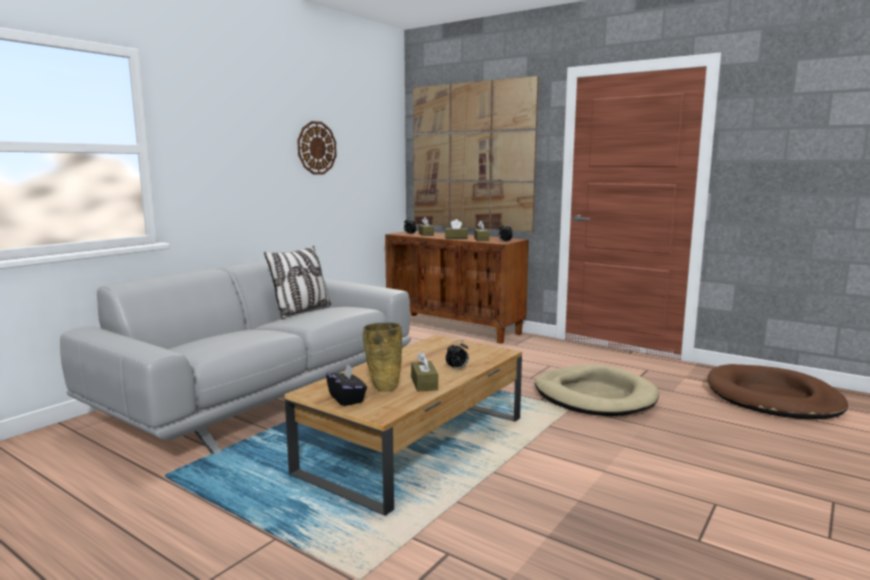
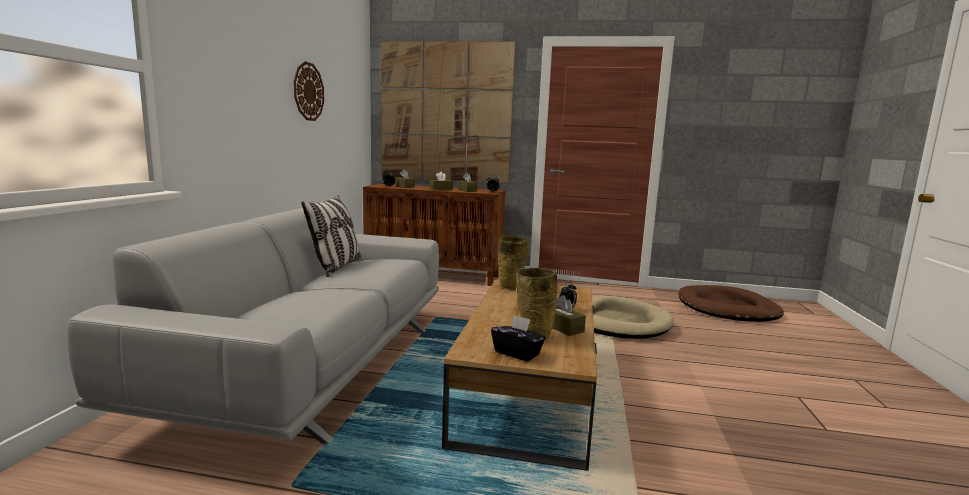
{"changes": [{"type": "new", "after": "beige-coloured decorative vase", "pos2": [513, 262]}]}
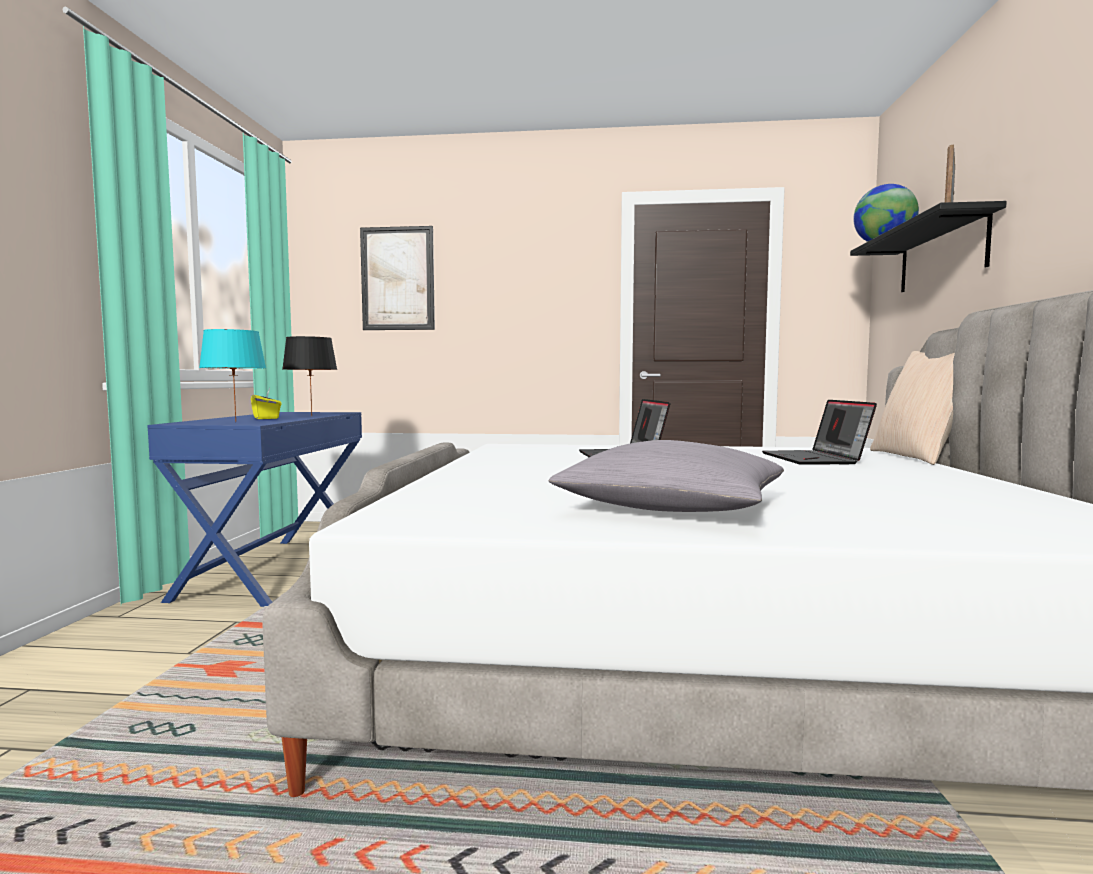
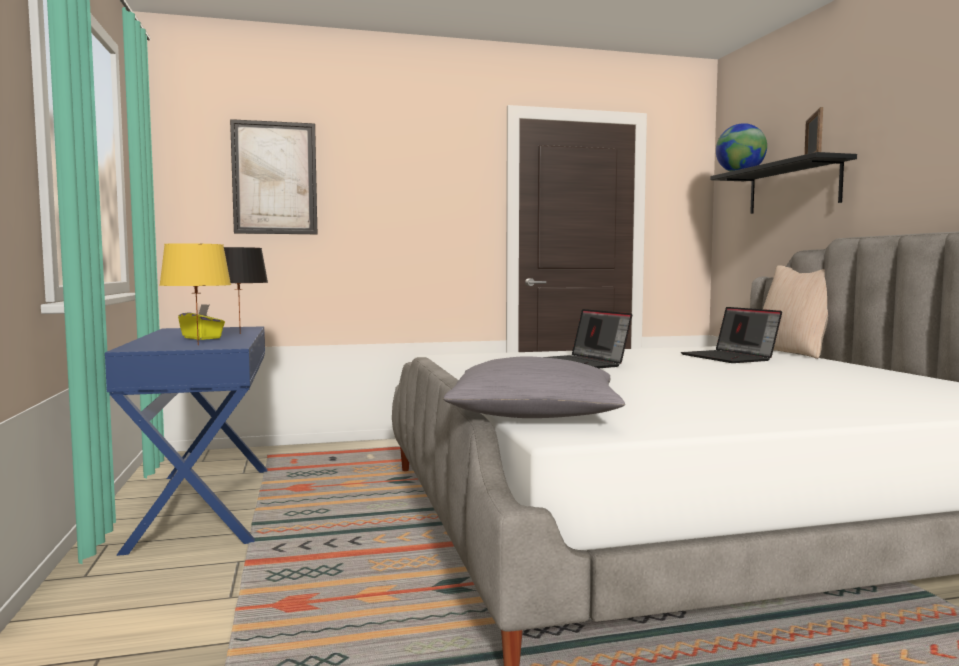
{"changes": [{"type": "repainted", "before": "blue-green tabletop lamp", "after": "yellow tabletop lamp", "pos1": [232, 376], "pos2": [195, 294]}, {"type": "shifted", "before": "grey cushion", "pos1": [666, 476], "pos2": [534, 387]}]}
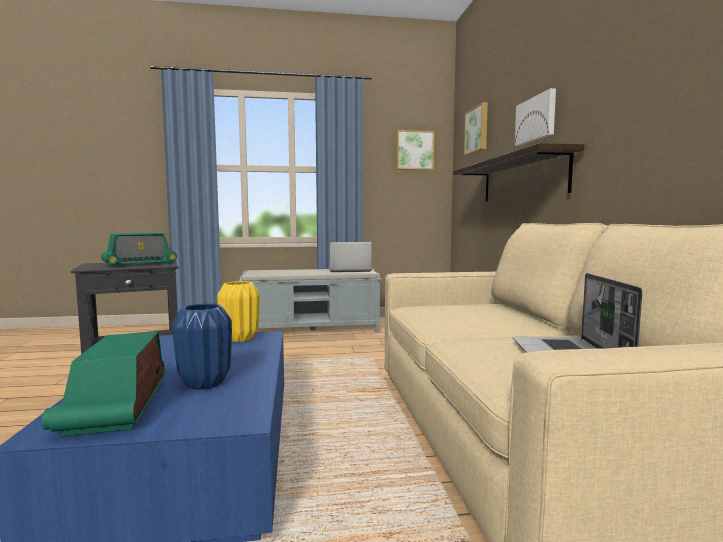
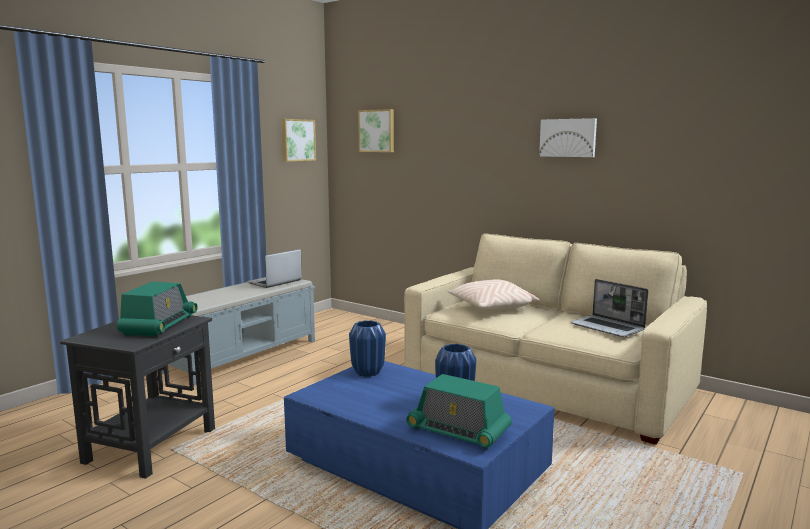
{"changes": [{"type": "repainted", "before": "yellow decorative vase", "after": "blue-coloured decorative vase", "pos1": [238, 311], "pos2": [367, 348]}, {"type": "new", "after": "beige-coloured cushion", "pos2": [493, 294]}, {"type": "shifted", "before": "wall picture", "pos1": [535, 117], "pos2": [568, 137]}, {"type": "gone", "before": "bracket shelf", "pos1": [518, 172]}]}
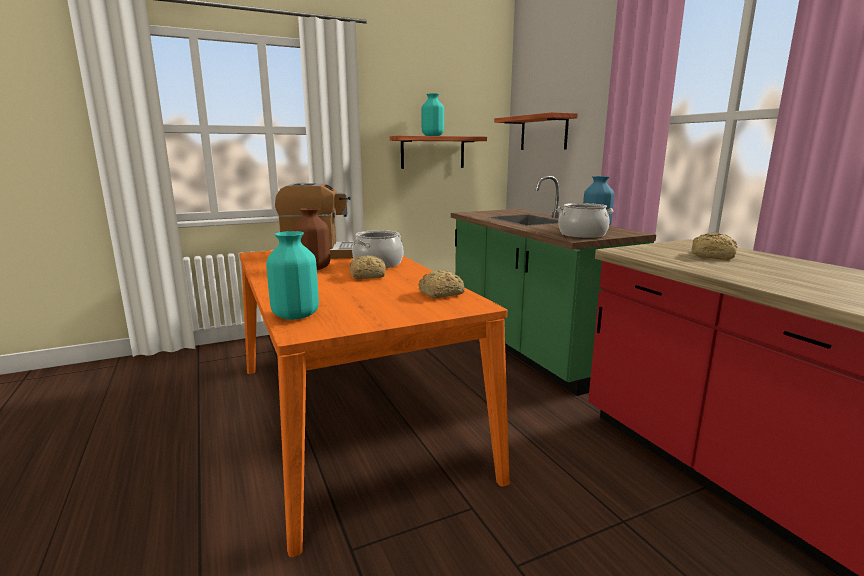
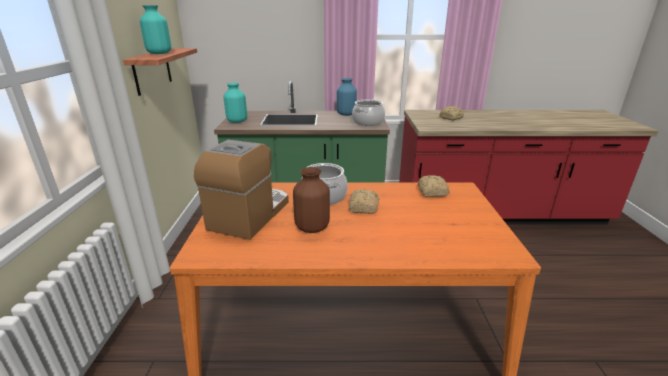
{"changes": [{"type": "shifted", "before": "blue-green decorative vase", "pos1": [292, 275], "pos2": [235, 103]}, {"type": "gone", "before": "bracket shelf", "pos1": [536, 131]}]}
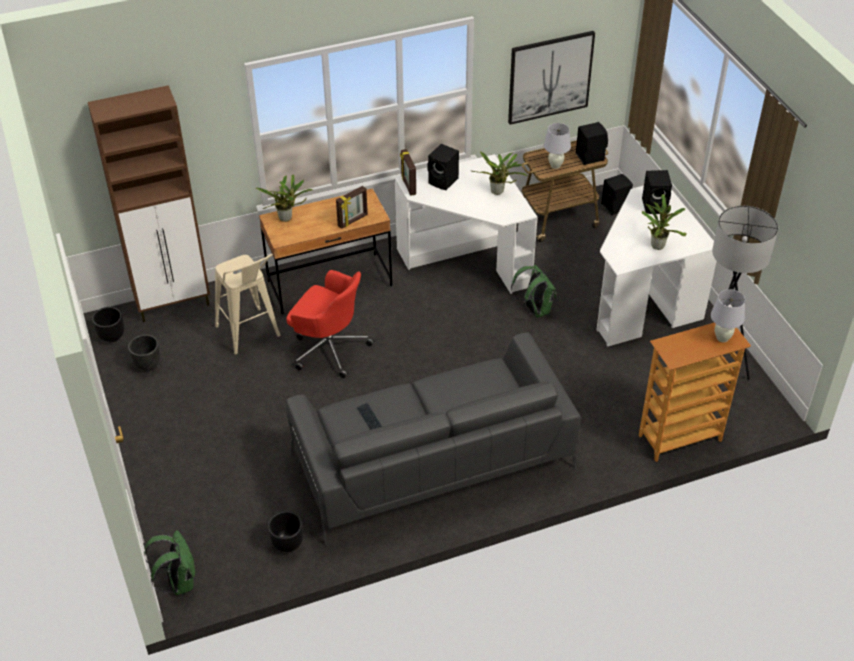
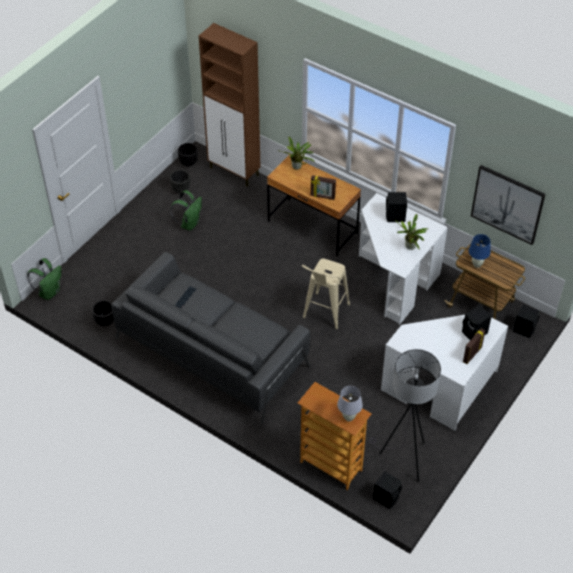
{"changes": [{"type": "shifted", "before": "greenish knapsack", "pos1": [534, 291], "pos2": [186, 210]}, {"type": "shifted", "before": "beige-coloured stool seat", "pos1": [247, 304], "pos2": [326, 293]}, {"type": "shifted", "before": "black audio speaker", "pos1": [592, 143], "pos2": [387, 490]}, {"type": "shifted", "before": "photo frame", "pos1": [408, 172], "pos2": [474, 346]}, {"type": "repainted", "before": "white tabletop lamp", "after": "blue-coloured tabletop lamp", "pos1": [557, 146], "pos2": [480, 251]}, {"type": "gone", "before": "red desk chair", "pos1": [330, 324]}, {"type": "gone", "before": "potted plant", "pos1": [664, 222]}]}
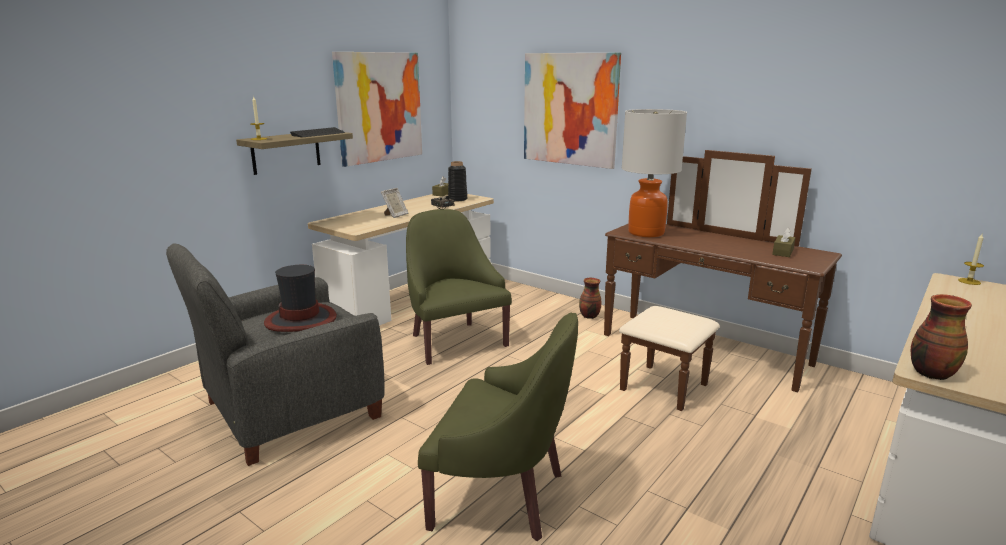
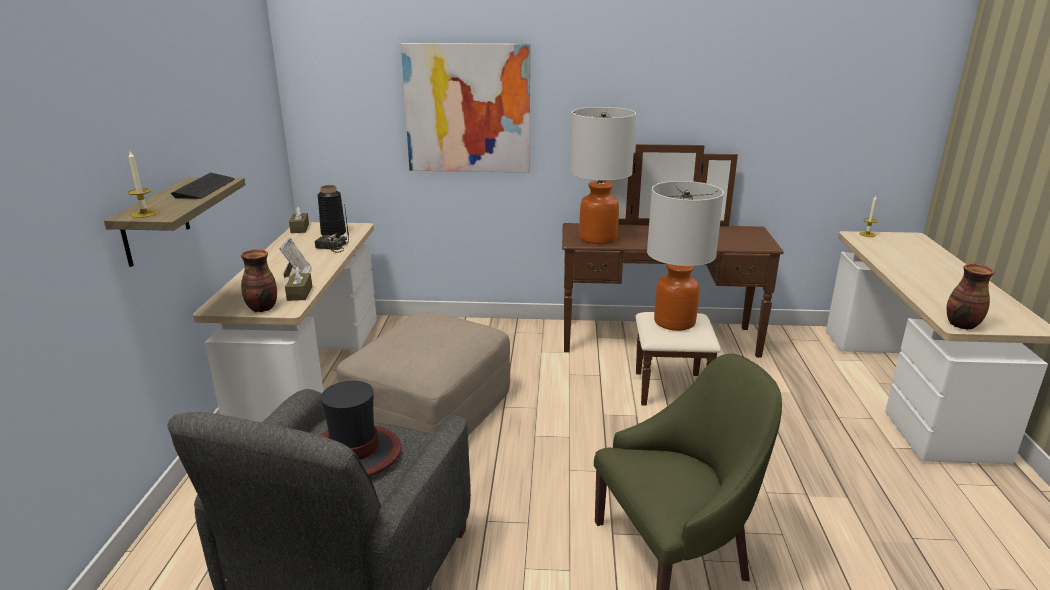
{"changes": [{"type": "shifted", "before": "decorative vase", "pos1": [590, 298], "pos2": [259, 281]}, {"type": "shifted", "before": "brown tissue box", "pos1": [783, 242], "pos2": [298, 283]}, {"type": "swapped", "before": "greenish lounge chair", "after": "beige-coloured pouffe", "pos1": [459, 287], "pos2": [423, 373]}, {"type": "new", "after": "tabletop lamp", "pos2": [685, 256]}, {"type": "gone", "before": "wall picture", "pos1": [377, 109]}]}
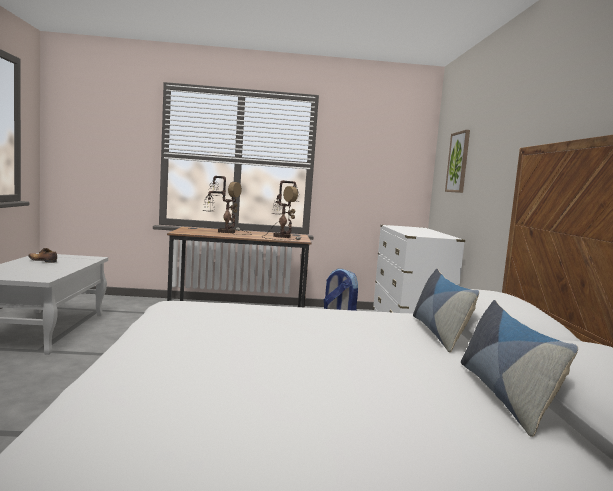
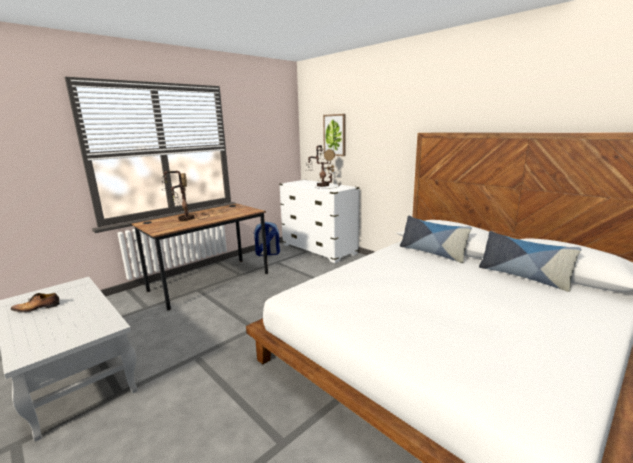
{"changes": [{"type": "shifted", "before": "tabletop lamp", "pos1": [282, 210], "pos2": [323, 167]}]}
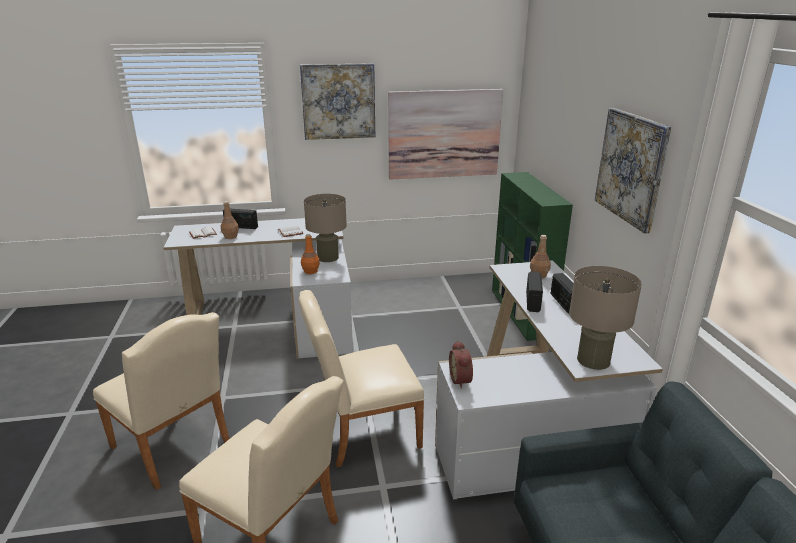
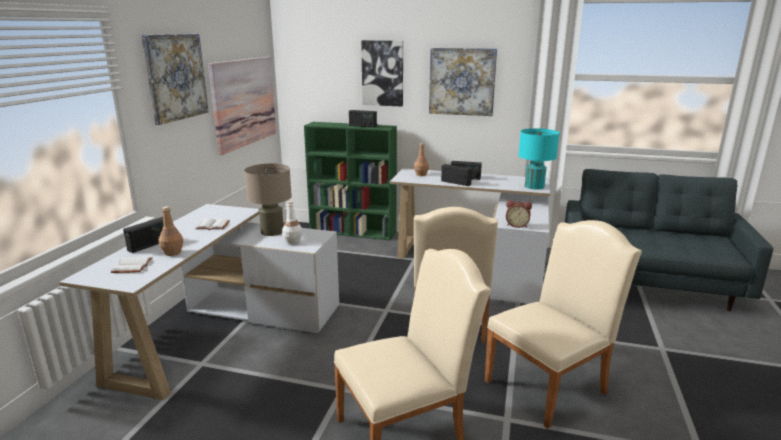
{"changes": [{"type": "repainted", "before": "orange beverage bottle", "after": "white beverage bottle", "pos1": [310, 254], "pos2": [292, 223]}, {"type": "new", "after": "radio set", "pos2": [363, 119]}, {"type": "new", "after": "wall picture", "pos2": [382, 73]}, {"type": "repainted", "before": "beige-coloured tabletop lamp", "after": "blue-green tabletop lamp", "pos1": [605, 318], "pos2": [539, 159]}]}
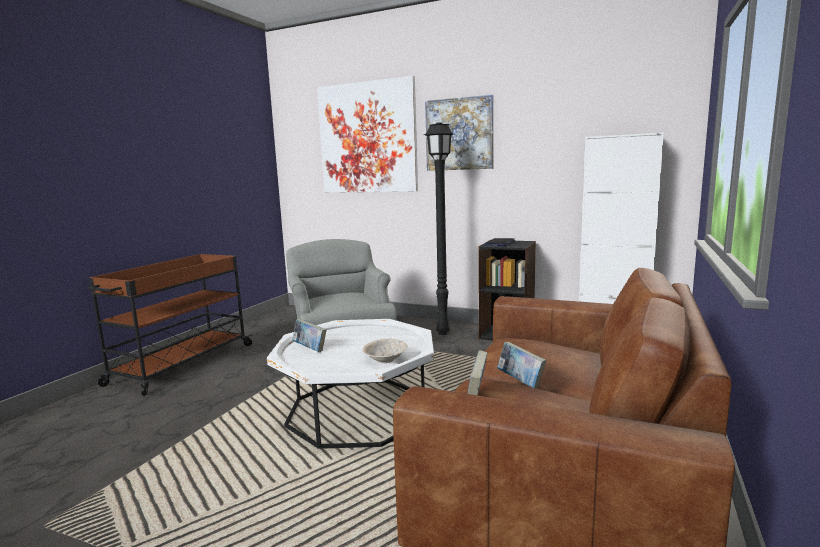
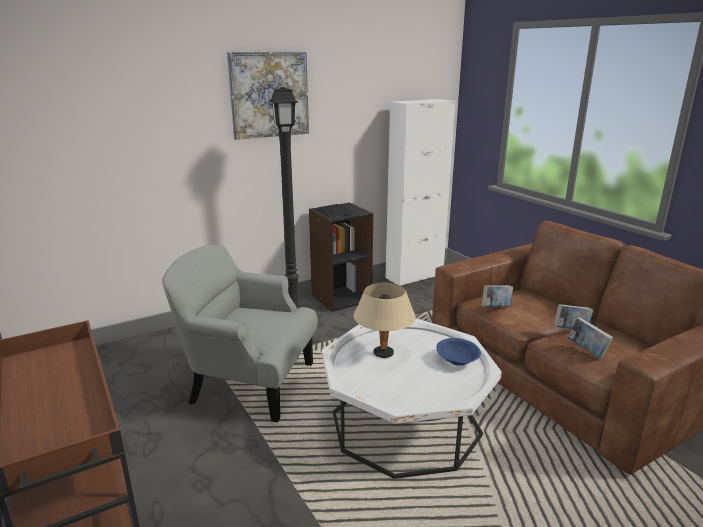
{"changes": [{"type": "new", "after": "beige-coloured tabletop lamp", "pos2": [384, 320]}, {"type": "repainted", "before": "beige-coloured deep dish", "after": "blue-coloured deep dish", "pos1": [384, 351], "pos2": [458, 352]}, {"type": "shifted", "before": "bound book", "pos1": [309, 335], "pos2": [497, 296]}, {"type": "gone", "before": "wall picture", "pos1": [367, 134]}]}
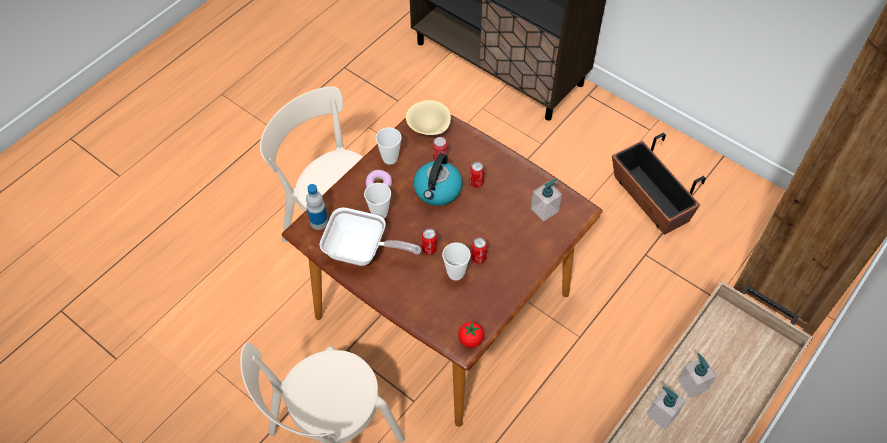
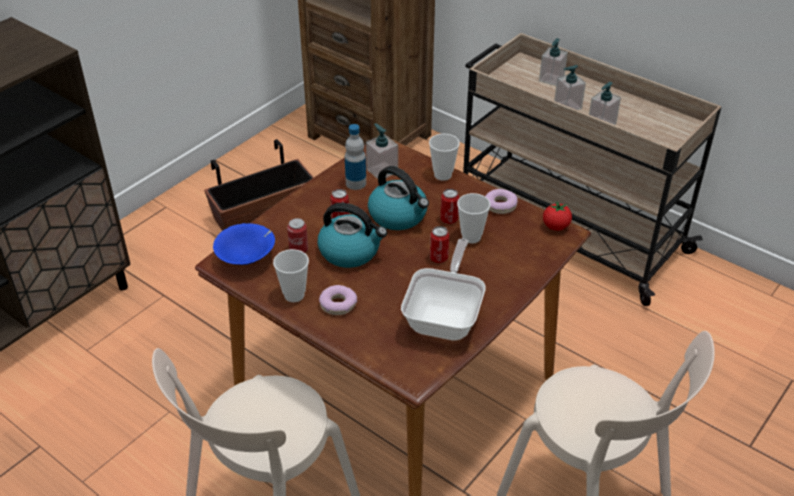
{"changes": [{"type": "repainted", "before": "beige-coloured deep dish", "after": "blue-coloured deep dish", "pos1": [428, 117], "pos2": [244, 244]}, {"type": "shifted", "before": "beverage bottle", "pos1": [317, 207], "pos2": [355, 157]}, {"type": "new", "after": "tea kettle", "pos2": [398, 198]}, {"type": "shifted", "before": "drinking cup", "pos1": [377, 201], "pos2": [444, 157]}, {"type": "new", "after": "ring doughnut", "pos2": [501, 201]}, {"type": "new", "after": "soap dispenser", "pos2": [553, 62]}]}
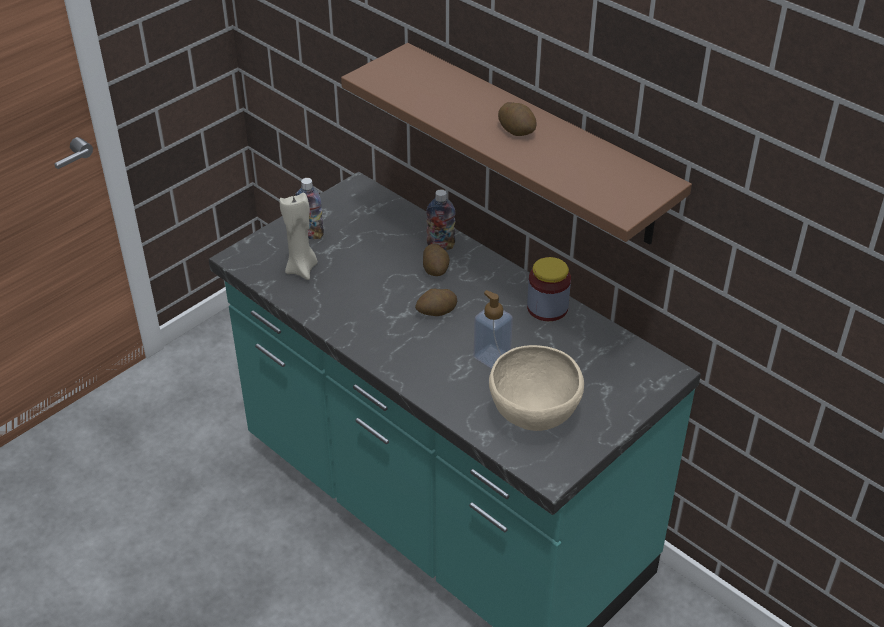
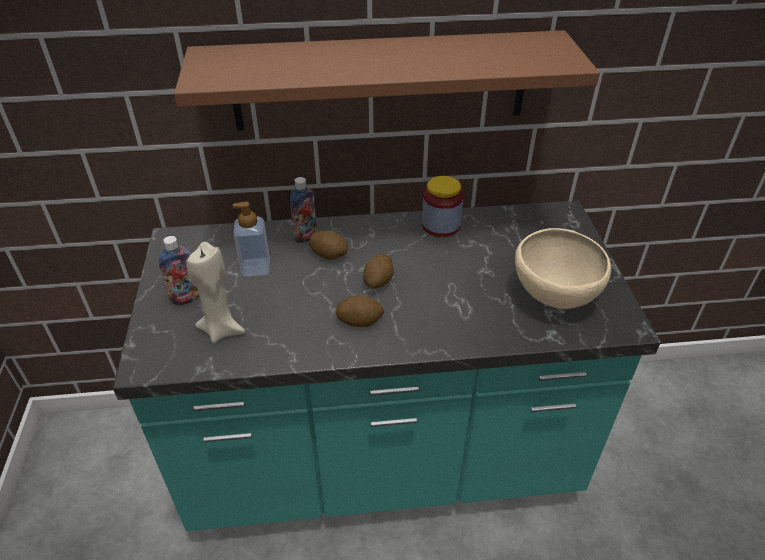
{"changes": [{"type": "shifted", "before": "soap dispenser", "pos1": [493, 329], "pos2": [251, 239]}, {"type": "shifted", "before": "potato", "pos1": [517, 119], "pos2": [360, 311]}]}
